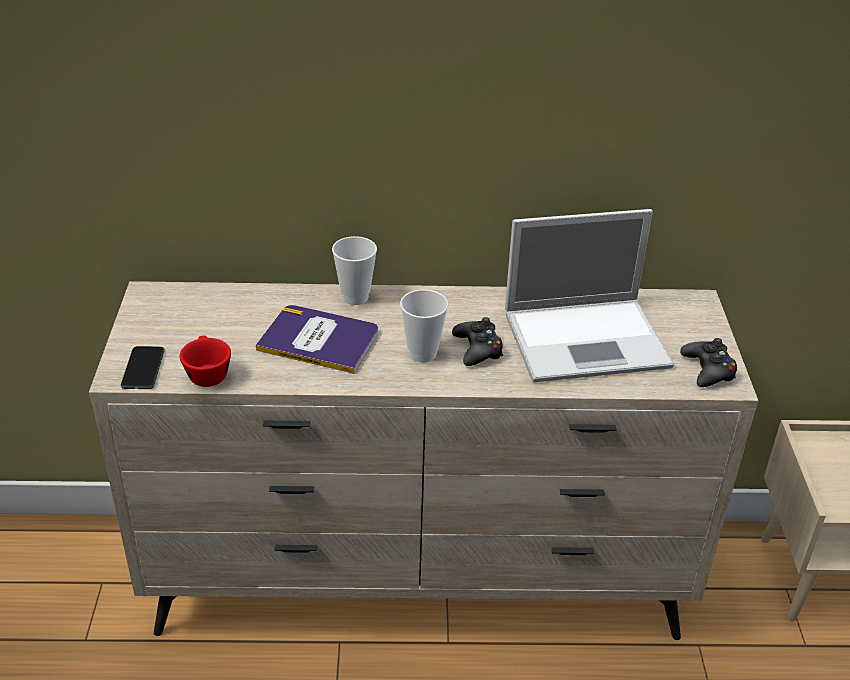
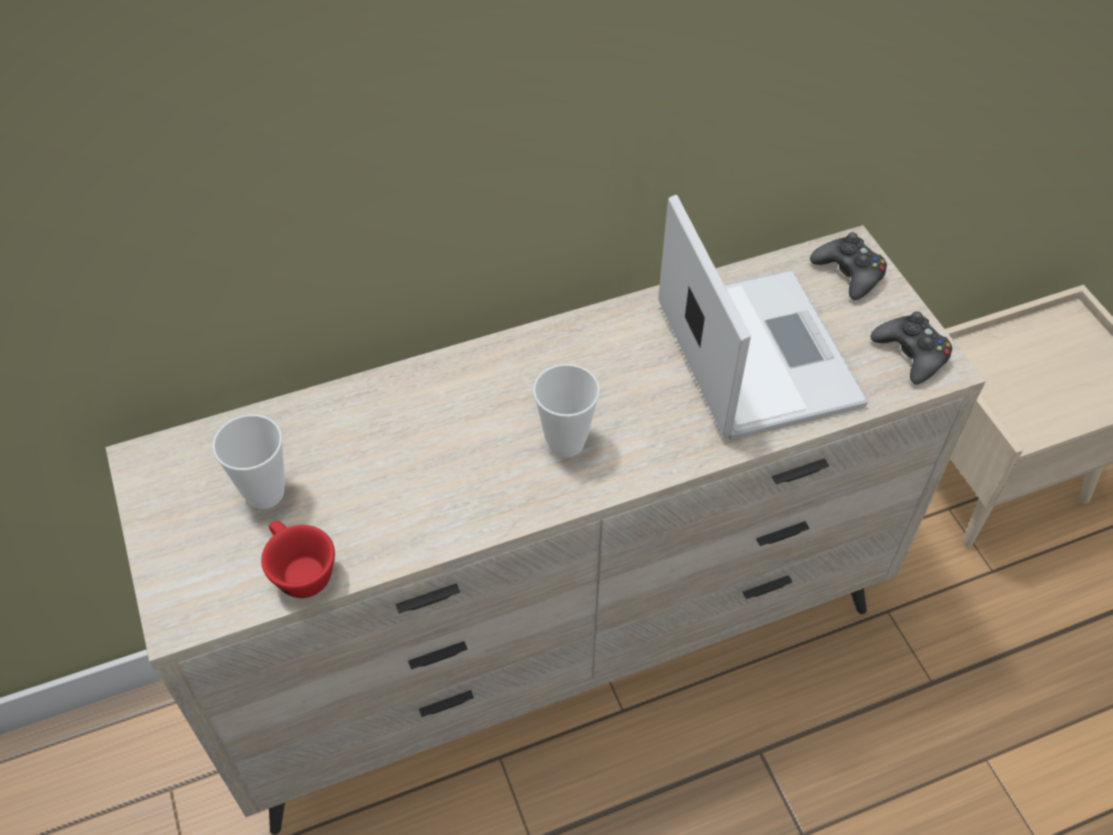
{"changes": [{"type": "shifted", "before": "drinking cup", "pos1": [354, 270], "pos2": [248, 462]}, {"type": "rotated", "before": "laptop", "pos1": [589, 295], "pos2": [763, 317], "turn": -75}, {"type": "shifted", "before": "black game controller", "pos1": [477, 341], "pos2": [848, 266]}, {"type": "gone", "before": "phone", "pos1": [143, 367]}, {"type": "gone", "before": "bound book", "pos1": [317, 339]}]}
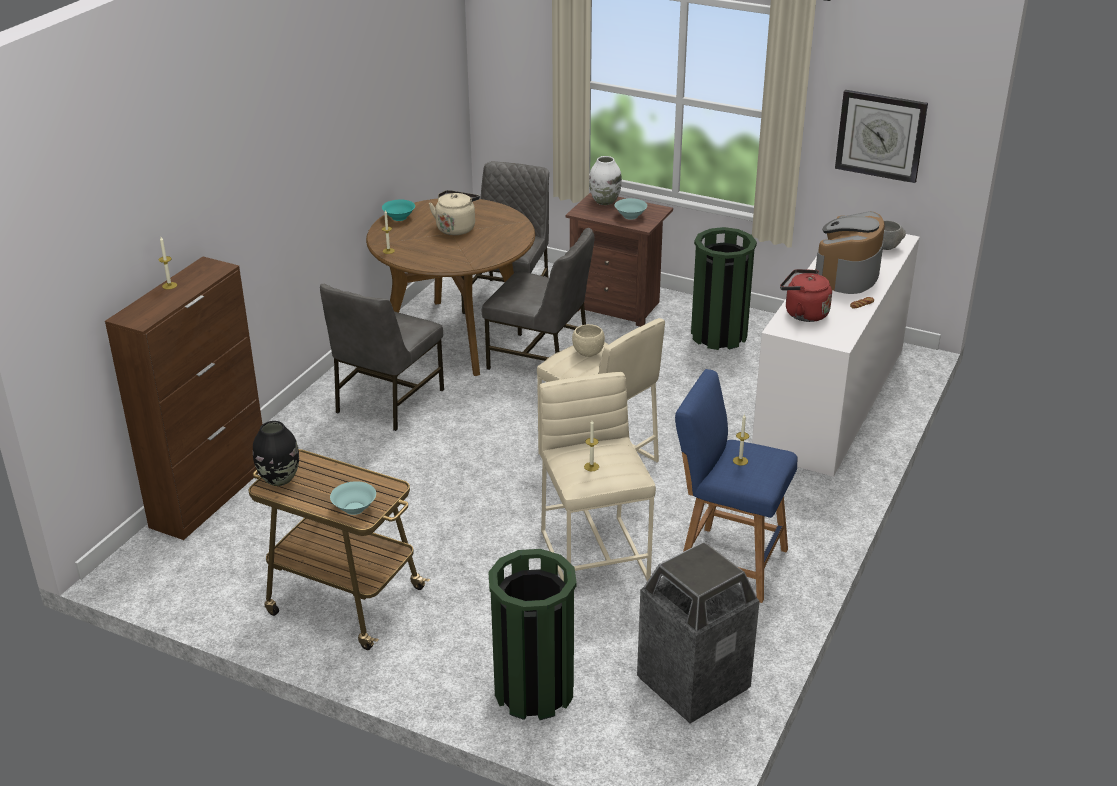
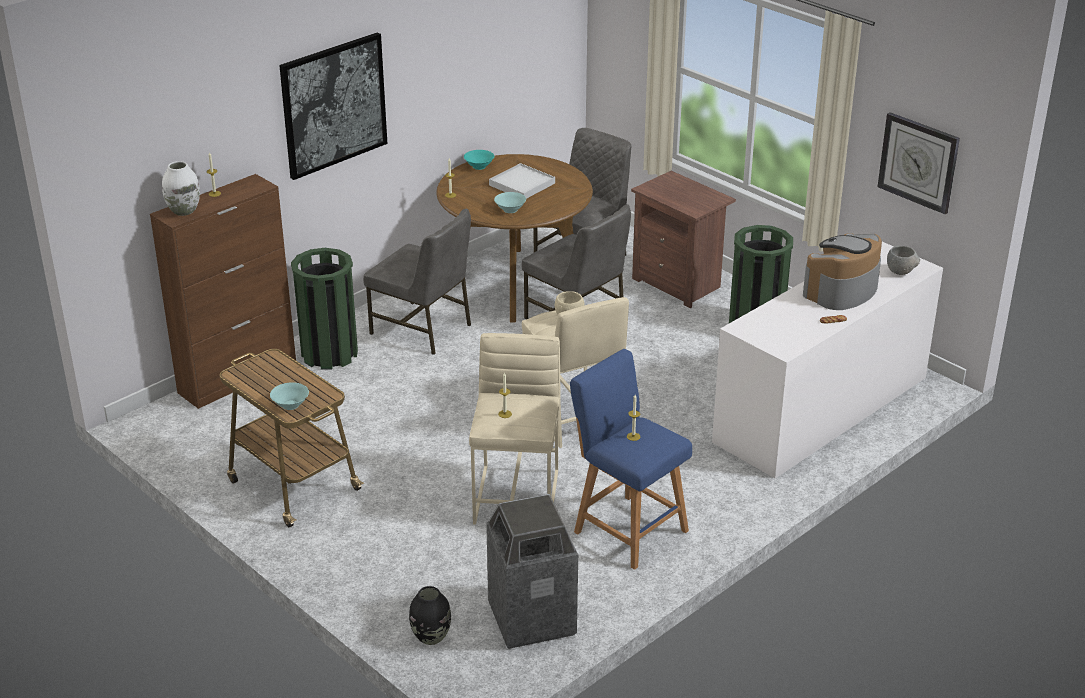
{"changes": [{"type": "shifted", "before": "white decorative vase", "pos1": [605, 180], "pos2": [181, 188]}, {"type": "new", "after": "wall picture", "pos2": [333, 106]}, {"type": "shifted", "before": "greenish waste bin", "pos1": [532, 634], "pos2": [324, 308]}, {"type": "rotated", "before": "grey upright chair", "pos1": [382, 357], "pos2": [417, 282], "turn": -105}, {"type": "shifted", "before": "black decorative vase", "pos1": [276, 453], "pos2": [430, 615]}, {"type": "swapped", "before": "beige-coloured tea kettle", "after": "white tray", "pos1": [454, 212], "pos2": [522, 181]}, {"type": "shifted", "before": "blue-green deep dish", "pos1": [631, 209], "pos2": [510, 202]}, {"type": "gone", "before": "red tea kettle", "pos1": [806, 295]}]}
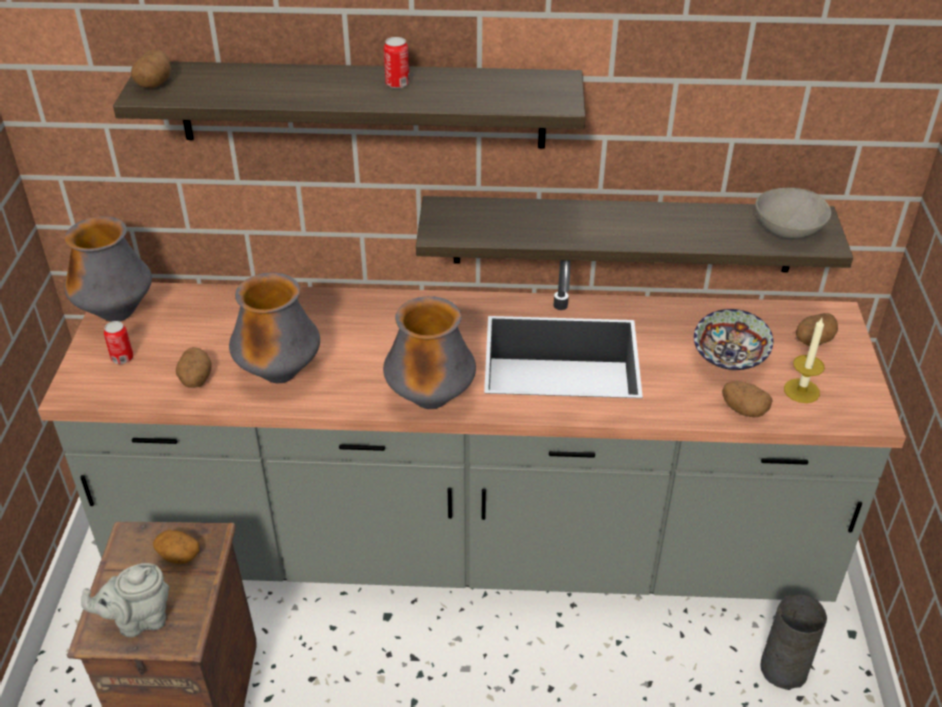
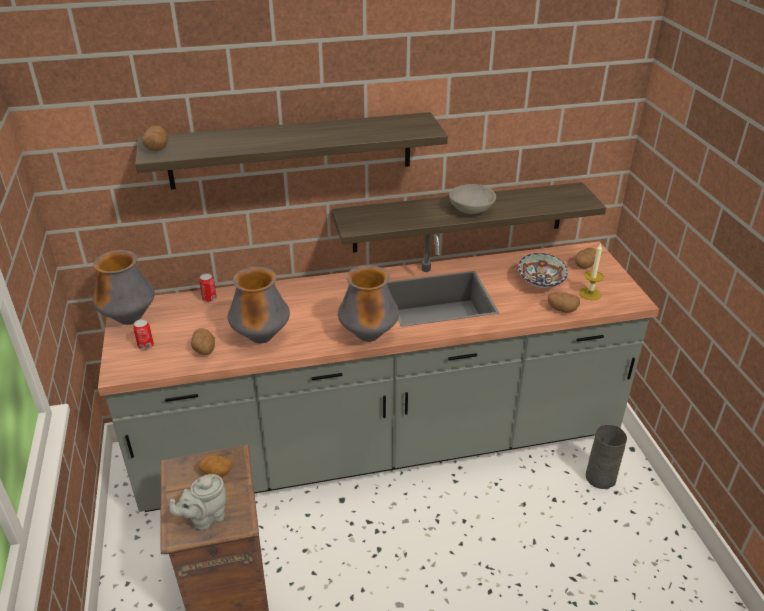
{"changes": [{"type": "shifted", "before": "metal can", "pos1": [397, 62], "pos2": [208, 287]}, {"type": "shifted", "before": "grey deep dish", "pos1": [793, 213], "pos2": [472, 199]}]}
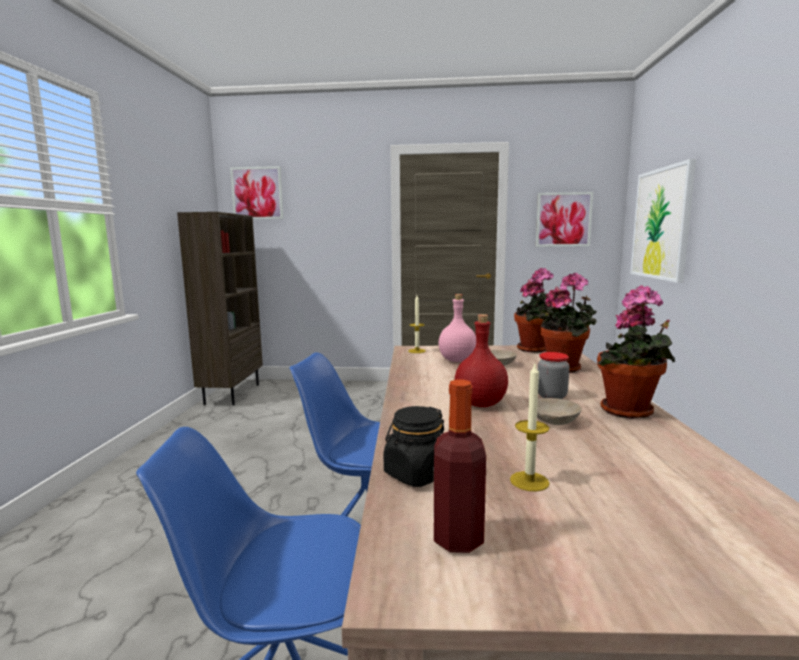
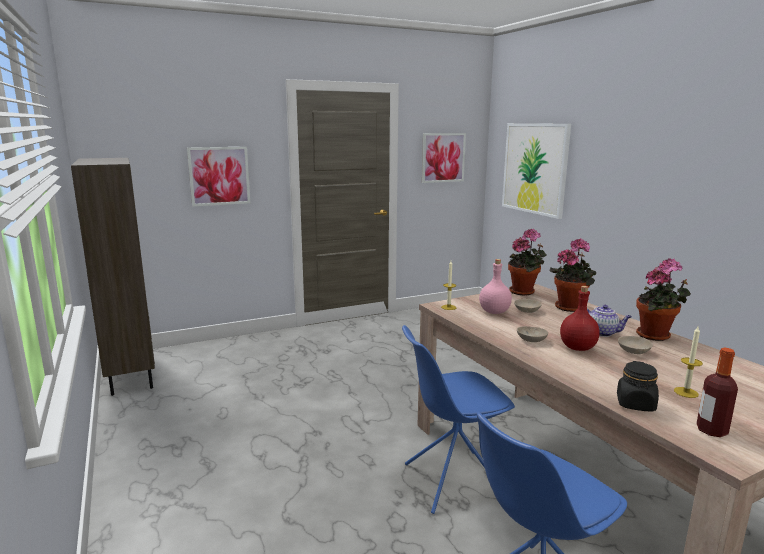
{"changes": [{"type": "shifted", "before": "wall picture", "pos1": [256, 192], "pos2": [218, 176]}, {"type": "new", "after": "beige-coloured deep dish", "pos2": [532, 334]}, {"type": "swapped", "before": "storage jar", "after": "pot for tea", "pos1": [553, 375], "pos2": [609, 321]}]}
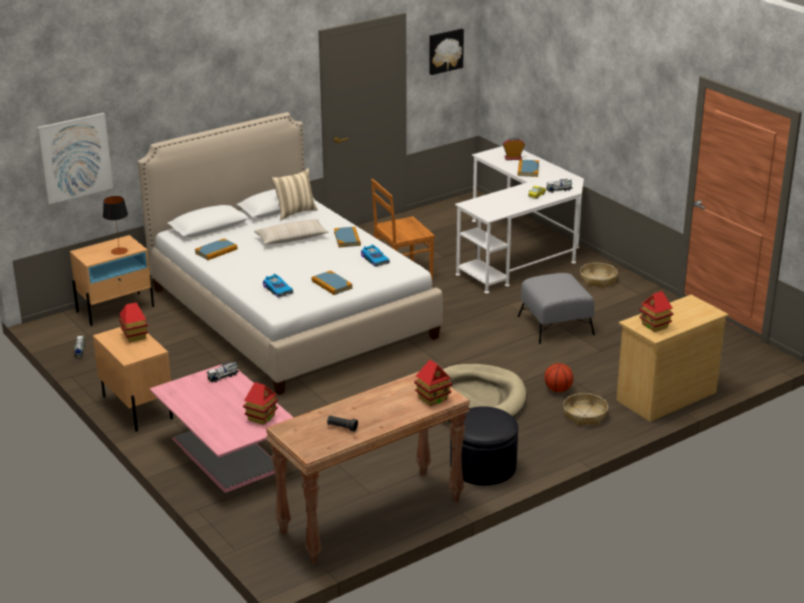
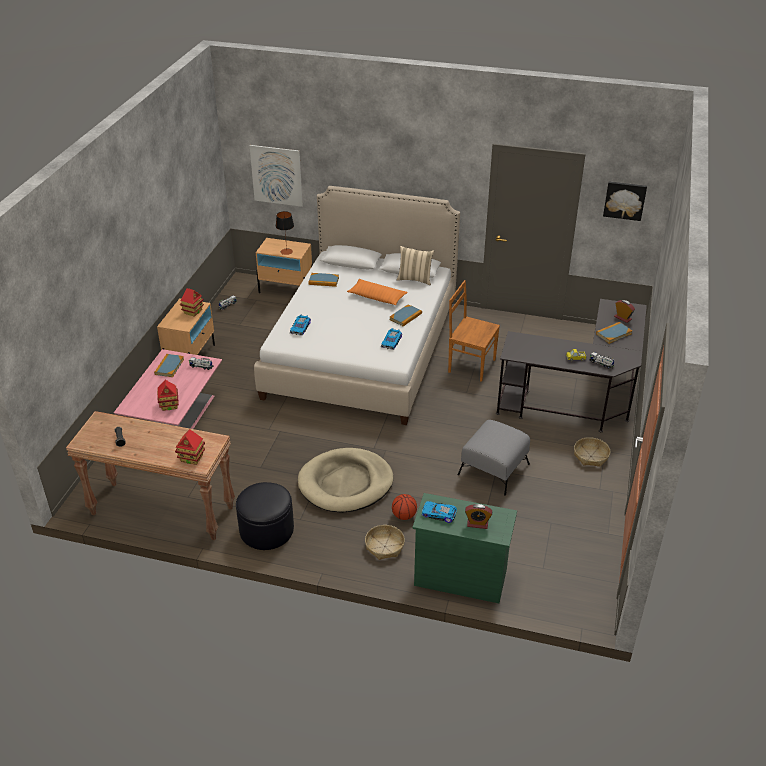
{"changes": [{"type": "shifted", "before": "bound book", "pos1": [332, 283], "pos2": [169, 365]}, {"type": "repainted", "before": "beige-coloured cushion", "after": "orange cushion", "pos1": [291, 231], "pos2": [377, 292]}, {"type": "repainted", "before": "beige-coloured dresser", "after": "greenish dresser", "pos1": [672, 358], "pos2": [464, 548]}, {"type": "swapped", "before": "toy house", "after": "toy car", "pos1": [656, 311], "pos2": [439, 512]}, {"type": "new", "after": "table clock", "pos2": [478, 516]}, {"type": "repainted", "before": "white desk unit", "after": "black desk unit", "pos1": [519, 219], "pos2": [571, 365]}]}
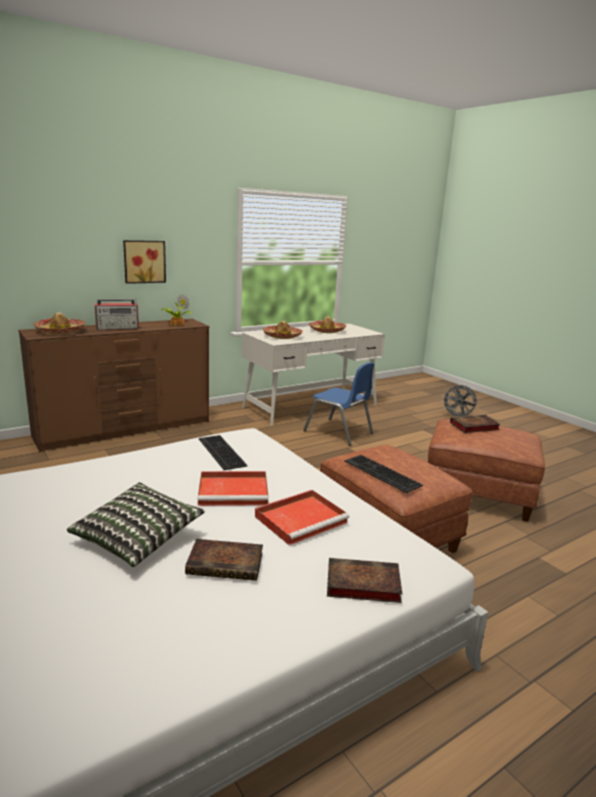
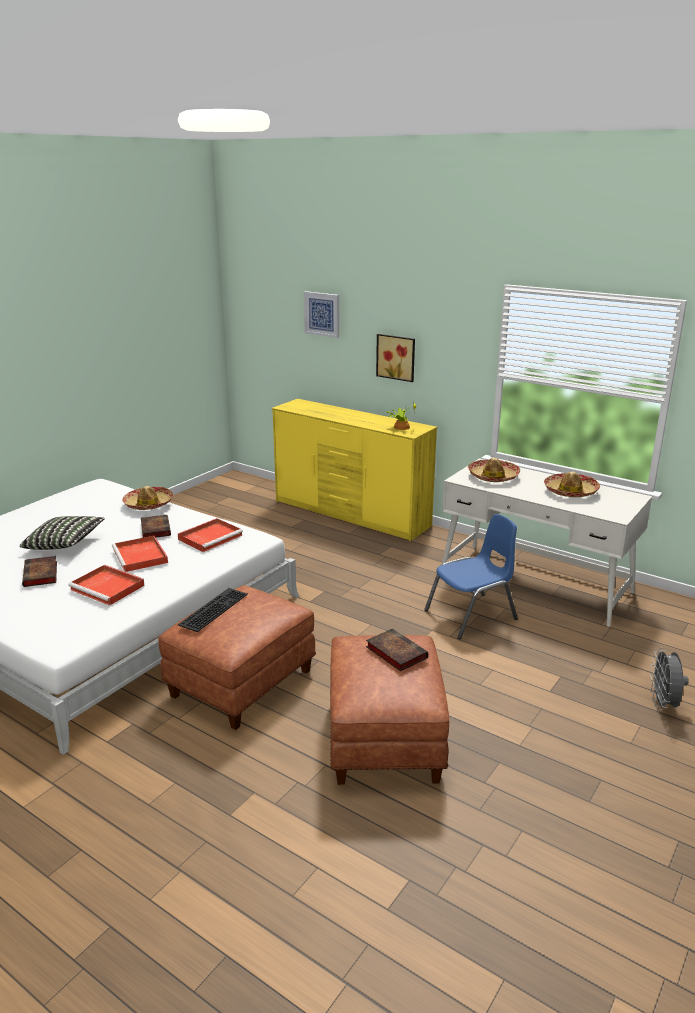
{"changes": [{"type": "shifted", "before": "clothing hat", "pos1": [59, 323], "pos2": [148, 498]}, {"type": "shifted", "before": "bound book", "pos1": [364, 580], "pos2": [156, 526]}, {"type": "swapped", "before": "computer keyboard", "after": "red tray", "pos1": [223, 452], "pos2": [210, 535]}, {"type": "repainted", "before": "brown dresser", "after": "yellow dresser", "pos1": [114, 385], "pos2": [354, 470]}, {"type": "new", "after": "wall picture", "pos2": [321, 314]}, {"type": "rotated", "before": "blue-coloured upright chair", "pos1": [338, 404], "pos2": [471, 576], "turn": -135}, {"type": "gone", "before": "radio set", "pos1": [116, 314]}]}
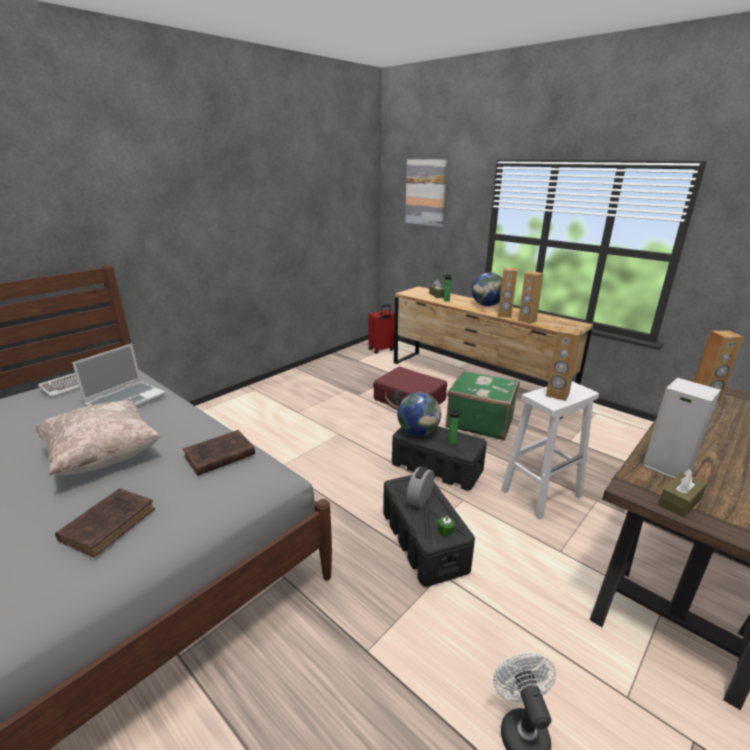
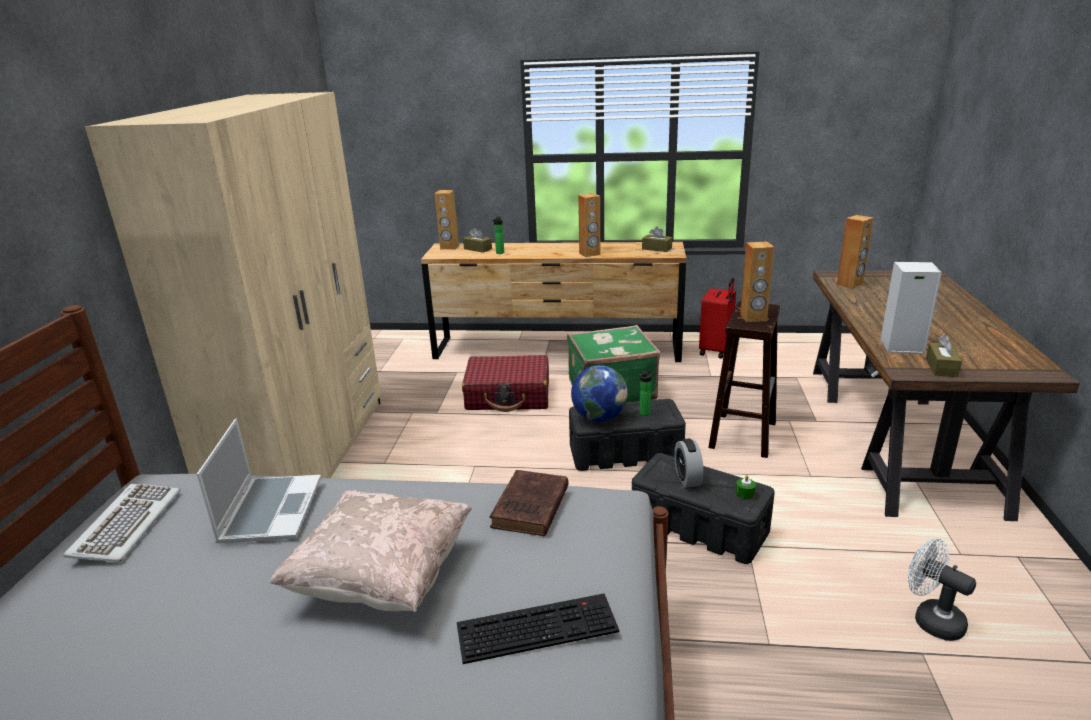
{"changes": [{"type": "new", "after": "beige-coloured clothes cupboard", "pos2": [233, 285]}, {"type": "shifted", "before": "brown audio speaker", "pos1": [531, 297], "pos2": [446, 220]}, {"type": "swapped", "before": "brown bound book", "after": "computer keyboard", "pos1": [105, 522], "pos2": [538, 628]}, {"type": "new", "after": "brown tissue box", "pos2": [657, 239]}, {"type": "shifted", "before": "red piece of luggage", "pos1": [381, 329], "pos2": [717, 318]}, {"type": "repainted", "before": "white stool seat", "after": "brown stool seat", "pos1": [550, 450], "pos2": [744, 379]}, {"type": "gone", "before": "wall picture", "pos1": [426, 193]}, {"type": "gone", "before": "desk globe", "pos1": [487, 289]}]}
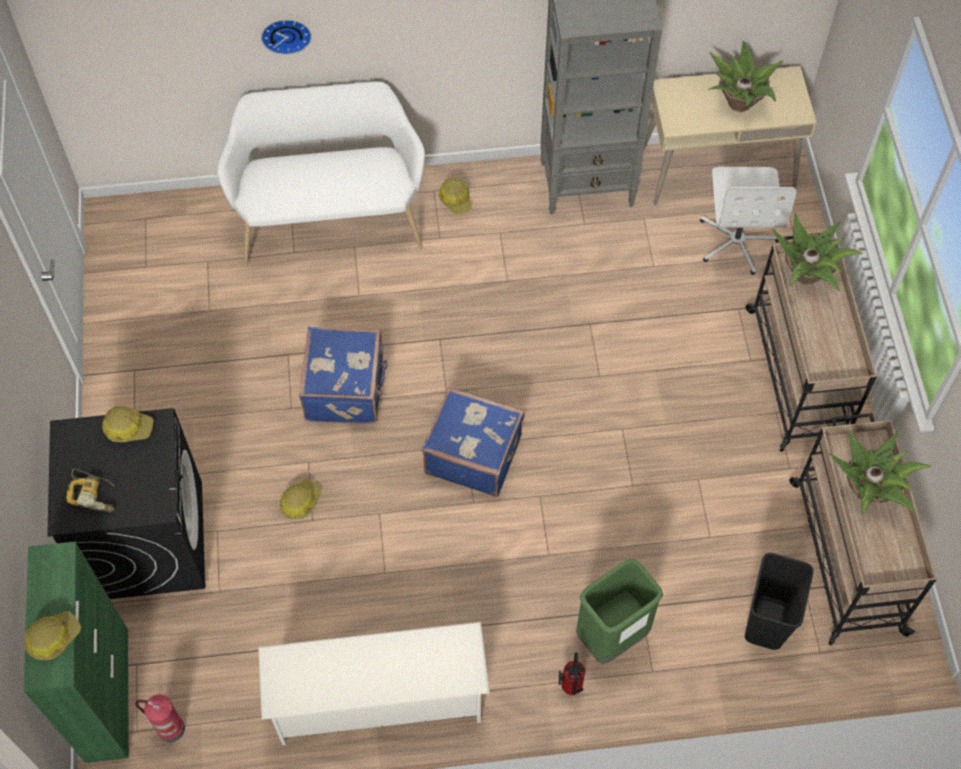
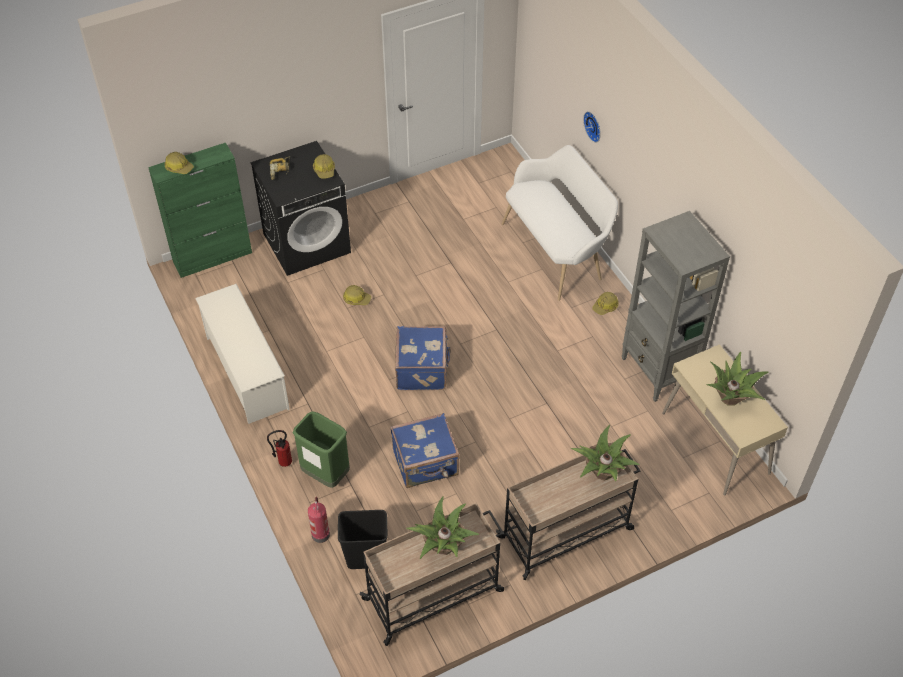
{"changes": [{"type": "shifted", "before": "fire extinguisher", "pos1": [160, 718], "pos2": [319, 520]}, {"type": "shifted", "before": "blue-coloured piece of luggage", "pos1": [343, 375], "pos2": [425, 450]}, {"type": "gone", "before": "white desk chair", "pos1": [748, 221]}]}
